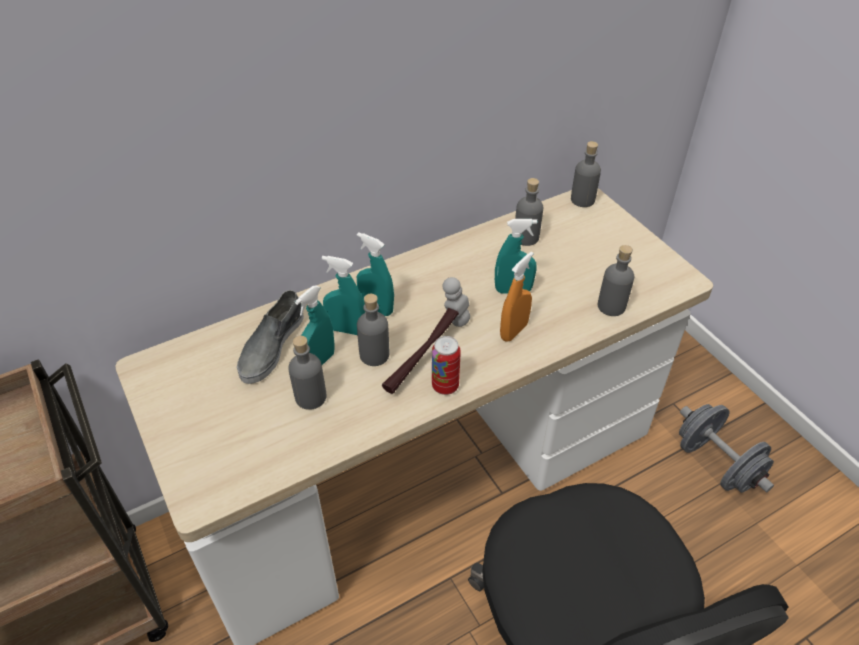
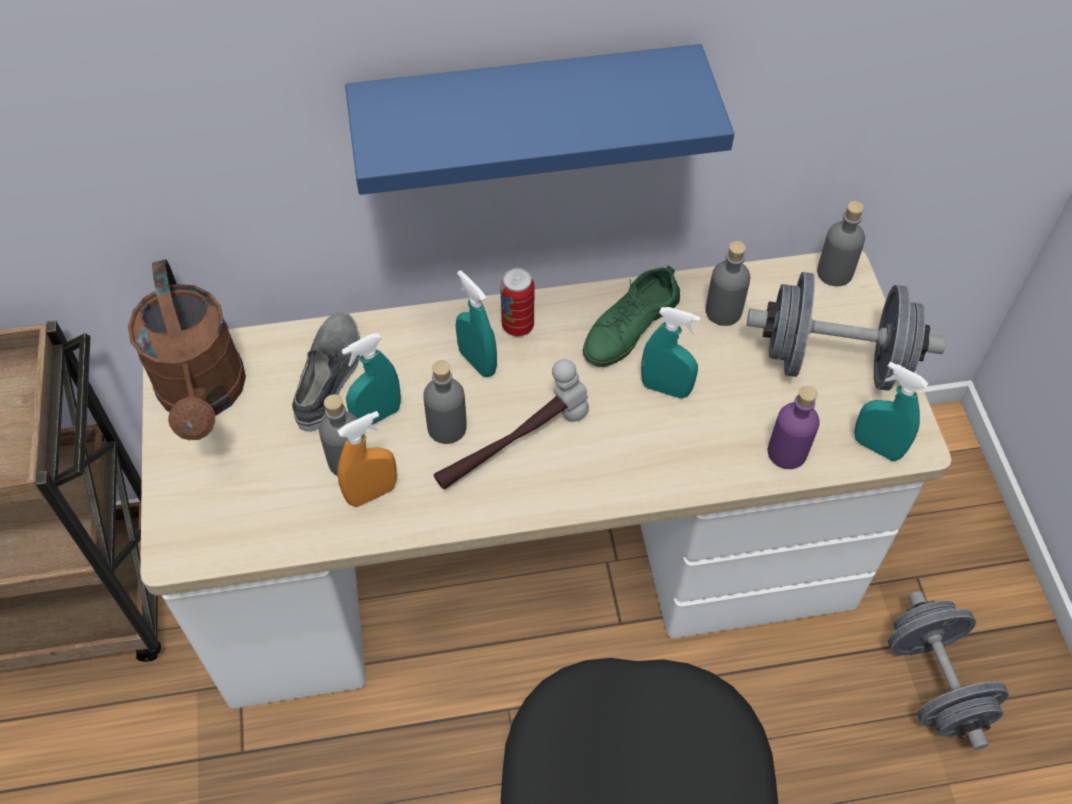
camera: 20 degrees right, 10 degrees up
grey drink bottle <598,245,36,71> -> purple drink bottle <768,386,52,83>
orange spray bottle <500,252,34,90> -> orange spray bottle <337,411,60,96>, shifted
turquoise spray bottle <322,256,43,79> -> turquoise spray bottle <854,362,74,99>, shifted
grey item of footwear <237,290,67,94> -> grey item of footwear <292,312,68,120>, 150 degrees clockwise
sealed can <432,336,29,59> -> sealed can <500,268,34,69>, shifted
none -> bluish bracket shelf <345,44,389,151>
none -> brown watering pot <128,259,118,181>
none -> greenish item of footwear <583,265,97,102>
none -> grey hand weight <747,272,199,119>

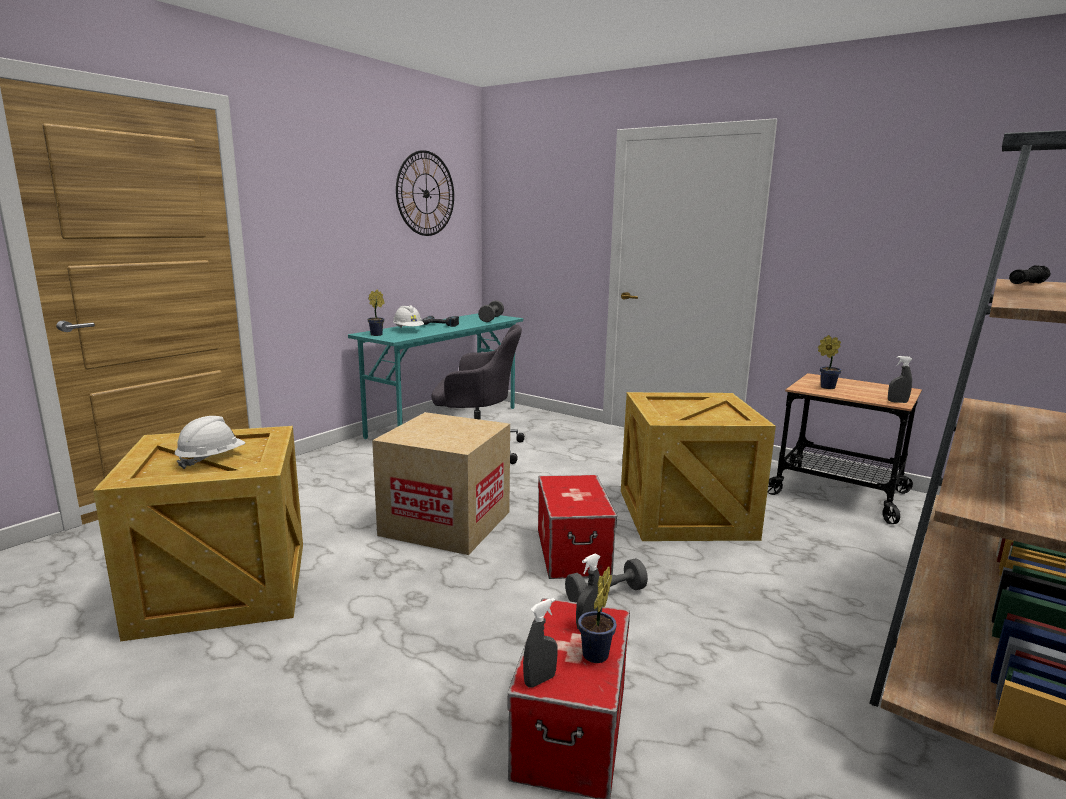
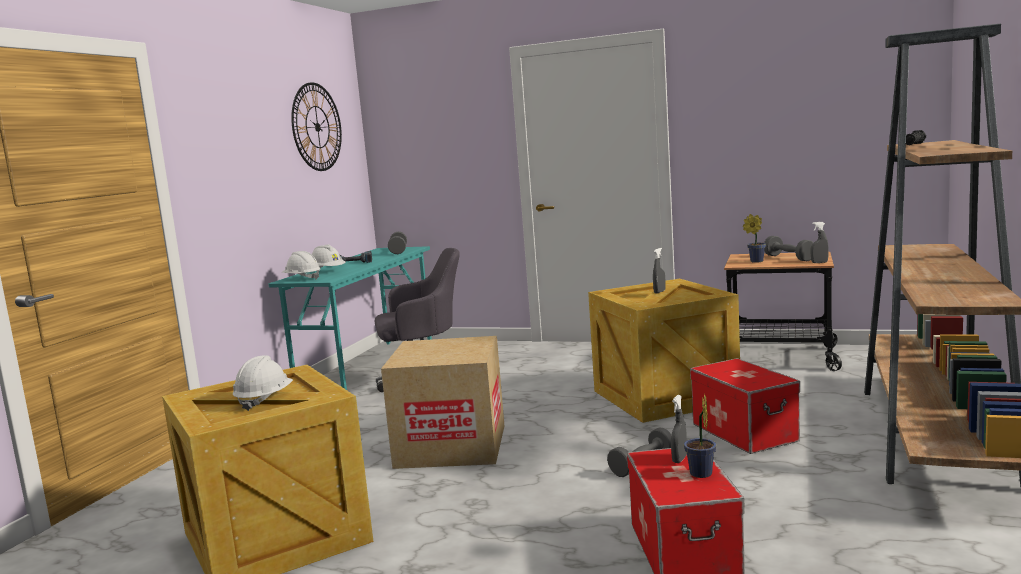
camera: 15 degrees left, 5 degrees down
plant in a pot <367,290,18,46> -> white safety helmet <282,251,39,29>
storage container <538,475,79,104> -> storage container <690,358,110,96>, shifted
grey spray bottle <523,598,34,89> -> grey spray bottle <653,248,13,45>, shifted
none -> grey hand weight <764,236,50,25>

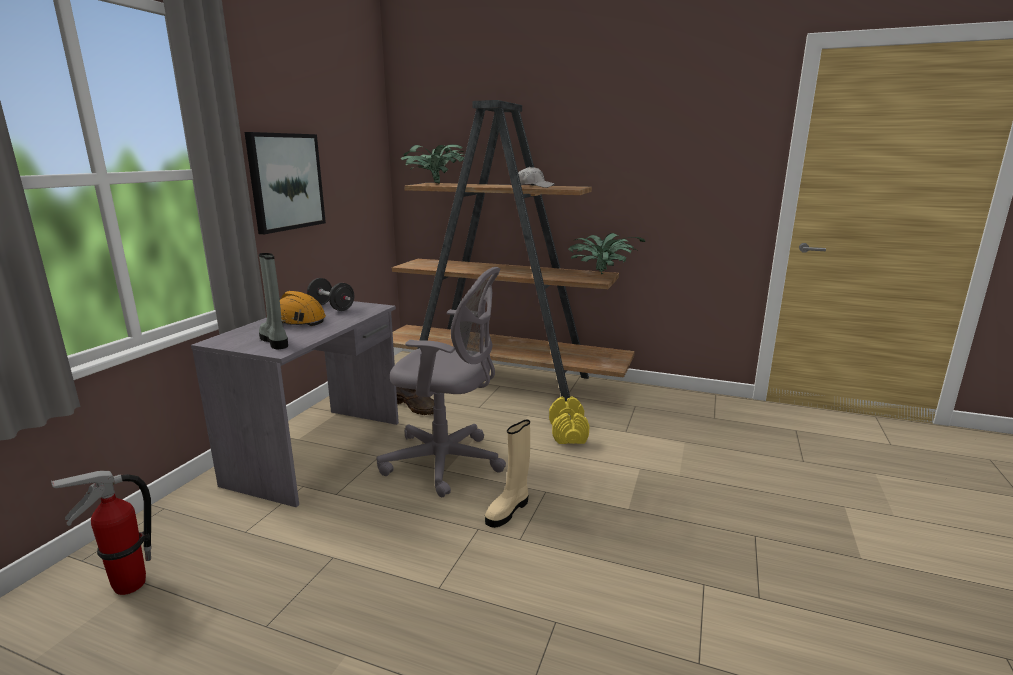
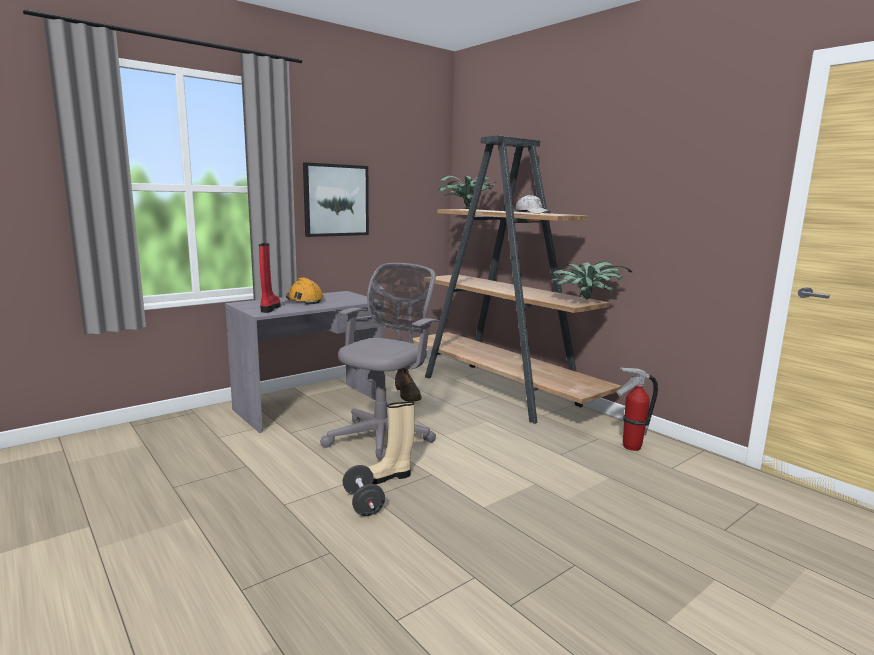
camera: 30 degrees right, 5 degrees down
grey tall boot <259,253,29,96> -> red-coloured tall boot <259,243,22,70>
grey desk chair <377,267,129,230> -> grey desk chair <320,263,119,197>, 105 degrees counterclockwise
black-coloured hand weight <307,278,47,33> -> black-coloured hand weight <343,465,42,51>, shifted
yellow-coloured hand weight <549,396,40,48> -> none
fire extinguisher <51,471,100,124> -> fire extinguisher <617,367,41,84>, shifted

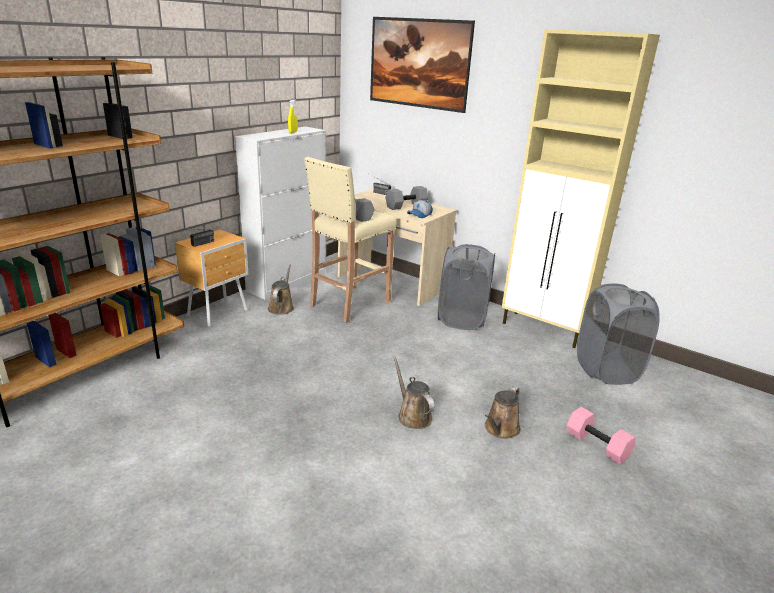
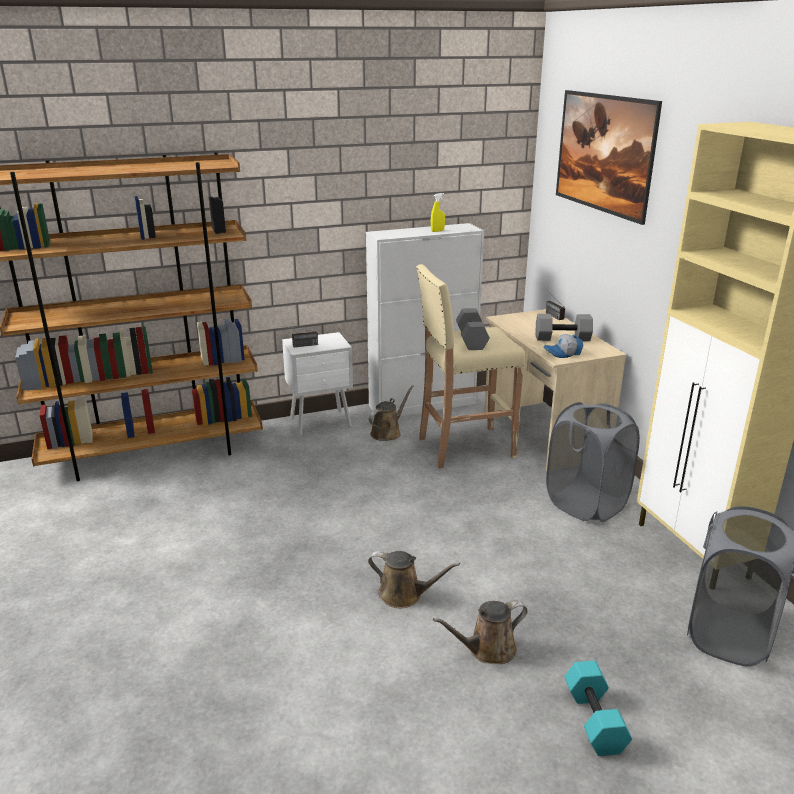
camera: 35 degrees right, 0 degrees up
brown night table <175,230,74,97> -> white night table <282,332,71,104>
brown watering pot <393,355,42,74> -> brown watering pot <368,551,92,57>, 105 degrees clockwise
pinkish hand weight <567,407,68,57> -> turquoise hand weight <564,661,68,95>

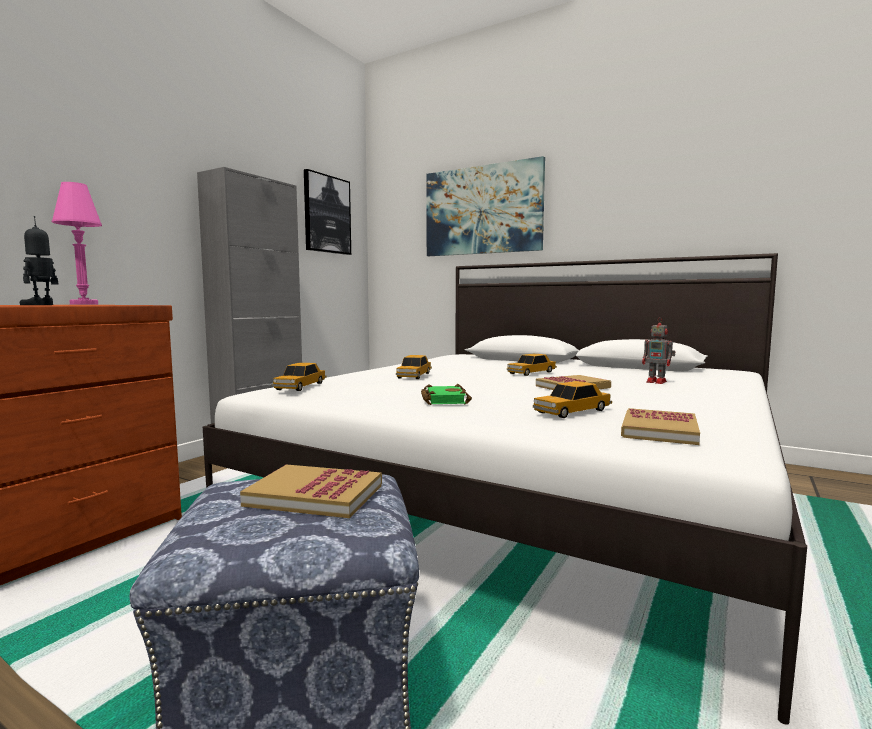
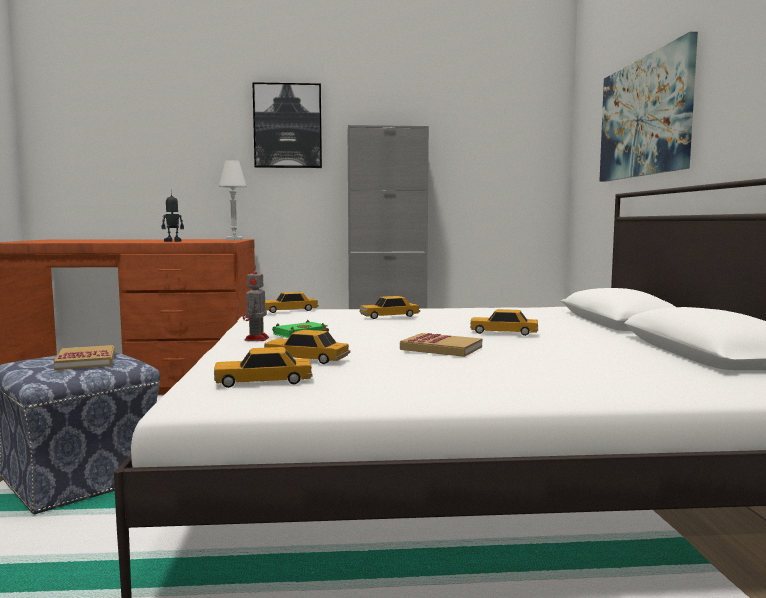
camera: 55 degrees right, 0 degrees up
wall picture <304,169,47,86> -> wall picture <252,82,70,86>, shifted
pinkish table lamp <52,182,50,123> -> white table lamp <219,160,28,80>
robot figure <642,317,34,67> -> robot figure <243,265,26,76>, shifted
volume <621,408,79,37> -> toy car <214,347,98,41>

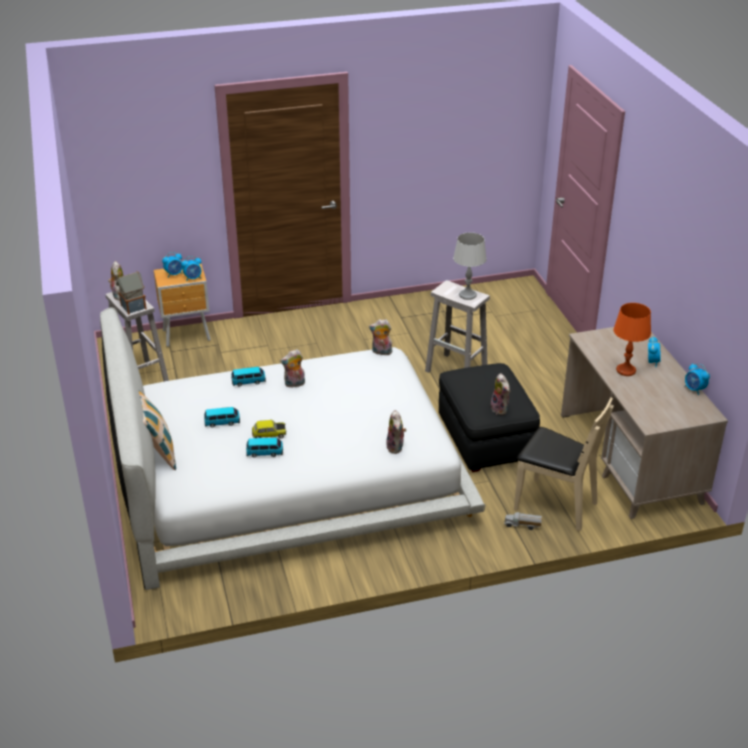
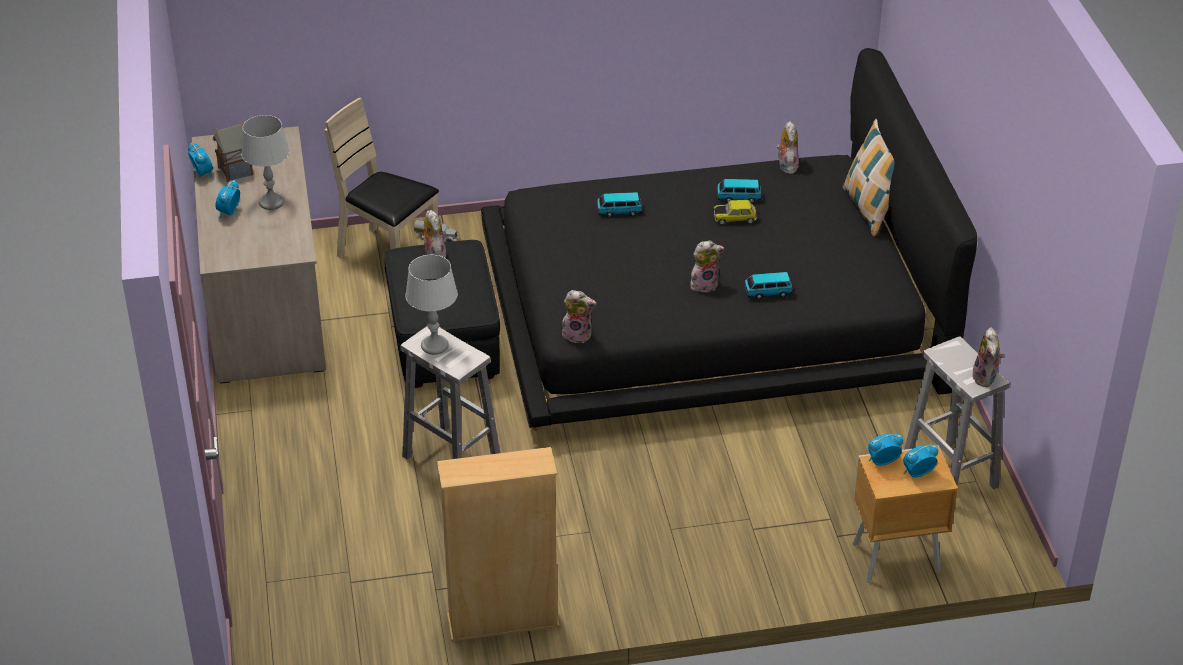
camera: 175 degrees left, 5 degrees up
miniature house <116,271,31,44> -> miniature house <212,122,41,60>, shifted
orange table lamp <613,303,38,73> -> grey table lamp <241,115,49,95>
white bed <100,308,386,282> -> black-coloured bed <481,48,496,383>
toy car <204,407,36,21> -> toy car <597,192,45,25>, shifted
plush toy <386,410,21,44> -> plush toy <776,121,23,53>, shifted
none -> beige-coloured bookcase <437,447,122,195>

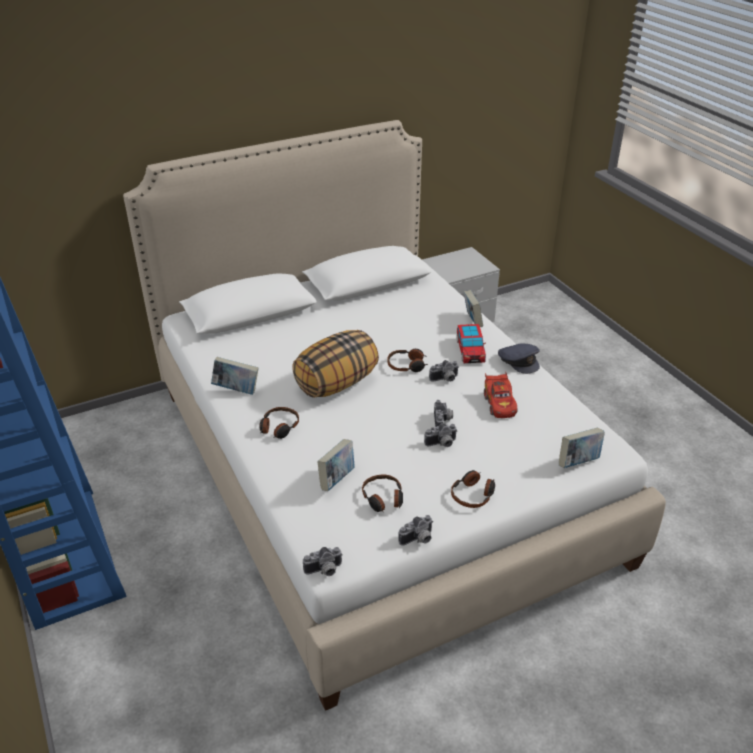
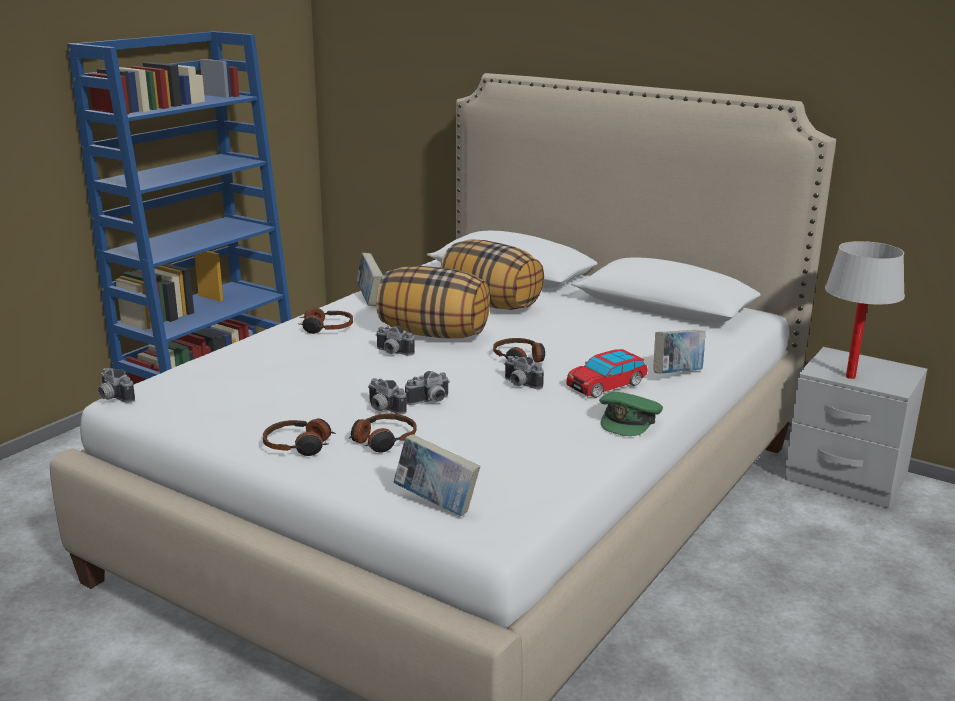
camera: 60 degrees right, 15 degrees down
grey cap <498,344,42,30> -> greenish cap <599,392,64,44>
red-coloured toy car <484,372,34,46> -> none
volume <317,439,37,52> -> none
pair of headphones <362,475,41,37> -> pair of headphones <349,413,68,40>, shifted
photo camera <398,515,35,31> -> photo camera <375,326,40,30>, shifted
none -> pillow <440,239,104,71>
none -> white table lamp <825,241,80,138>

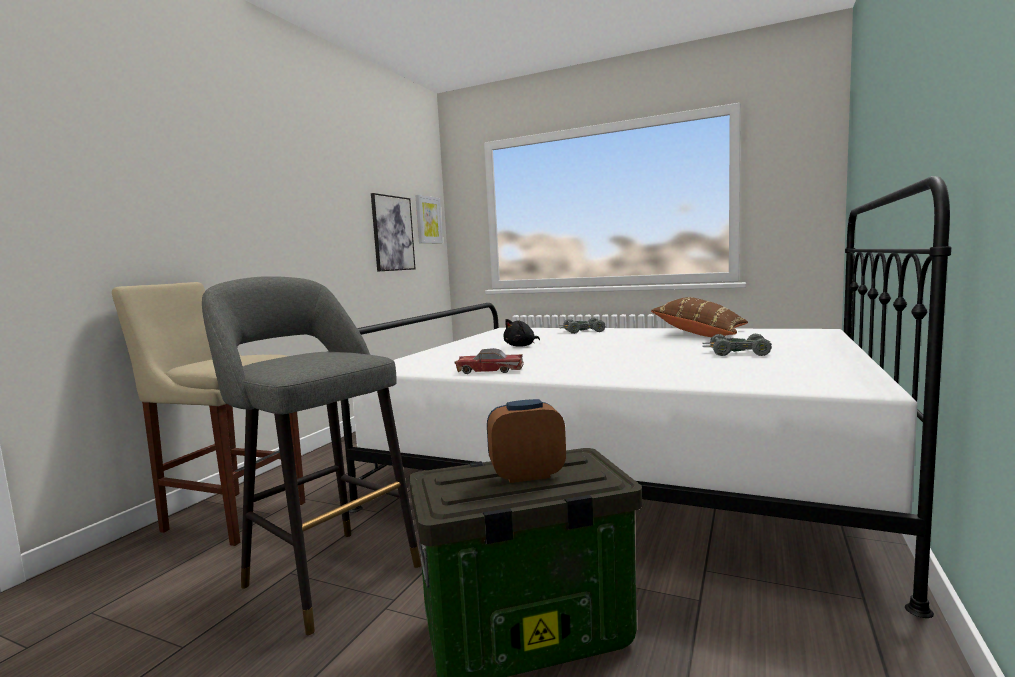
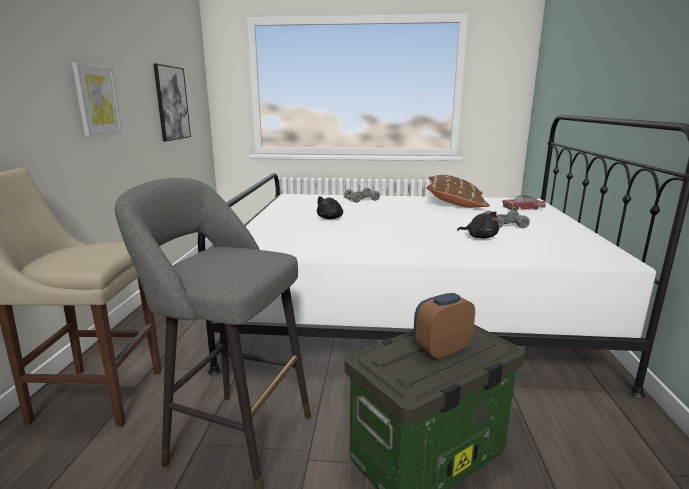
camera: 20 degrees left, 10 degrees up
wall picture <415,195,28,49> -> wall picture <72,63,50,73>, shifted
toy car <455,348,69,26> -> toy car <502,195,44,16>, shifted
none -> black-coloured plush toy <457,212,42,27>

